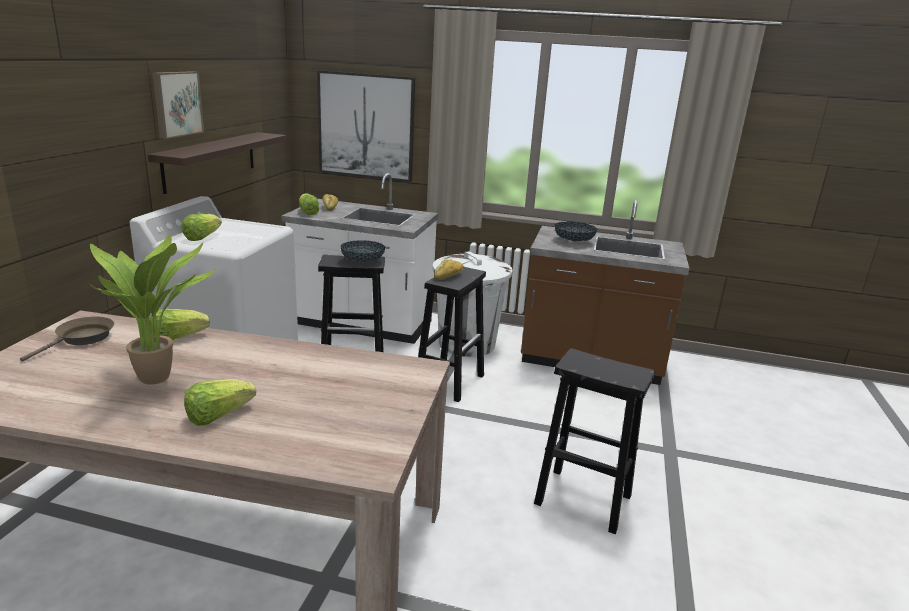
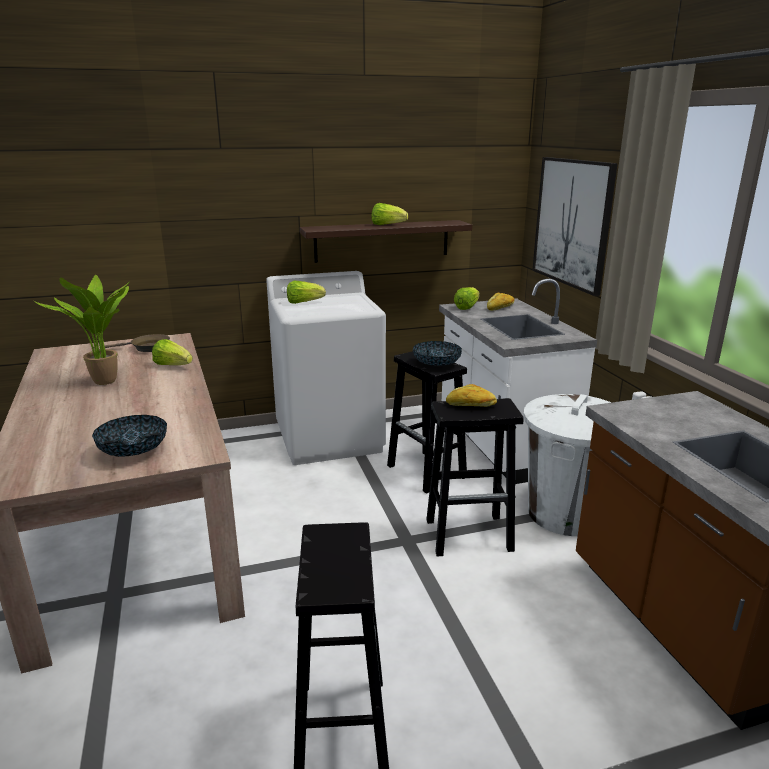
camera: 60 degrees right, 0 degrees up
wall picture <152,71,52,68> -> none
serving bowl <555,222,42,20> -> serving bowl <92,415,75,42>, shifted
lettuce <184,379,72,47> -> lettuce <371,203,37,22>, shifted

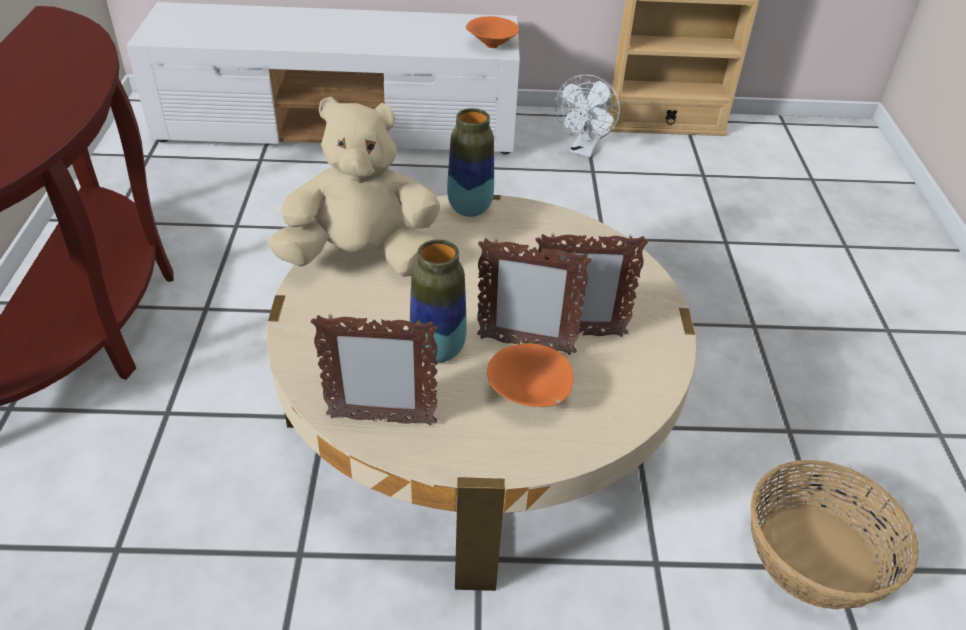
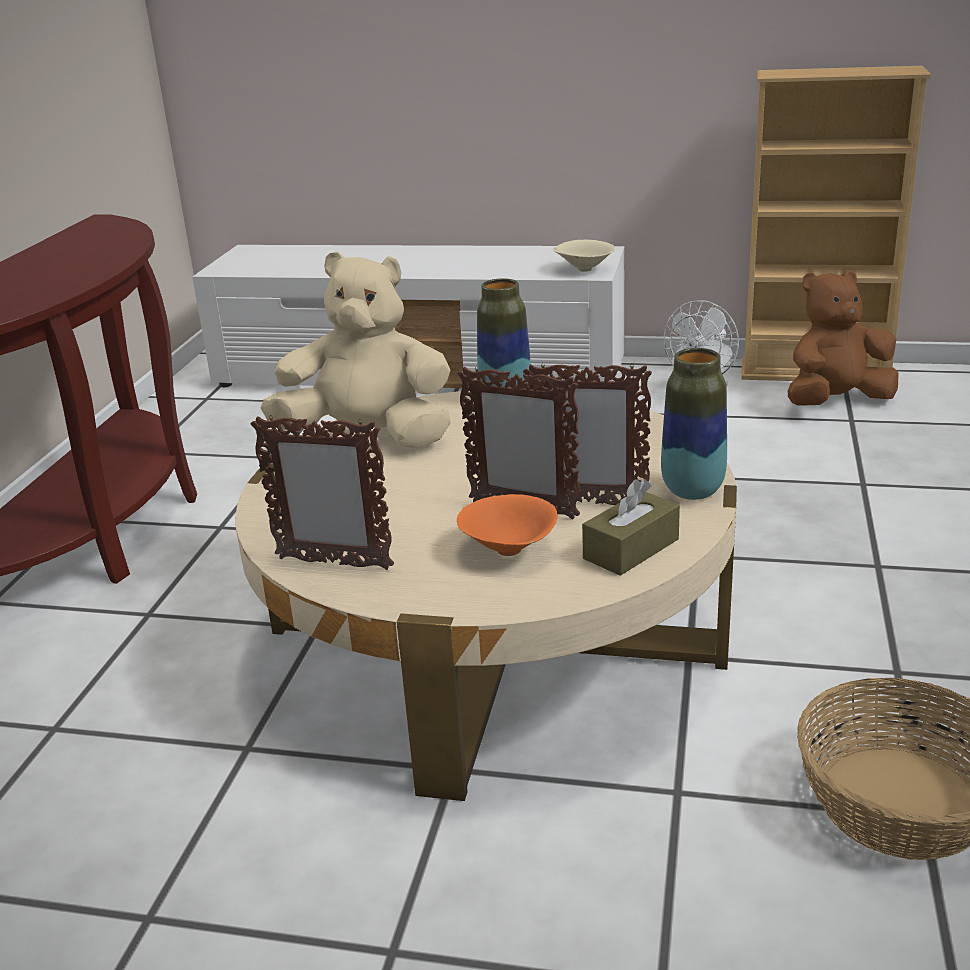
camera: 15 degrees right, 15 degrees down
orange serving bowl <466,16,53,32> -> beige-coloured serving bowl <553,240,62,32>
flower vase <410,240,57,123> -> flower vase <661,348,66,152>, shifted
none -> brown plush toy <788,270,111,136>
none -> brown tissue box <582,479,98,97>

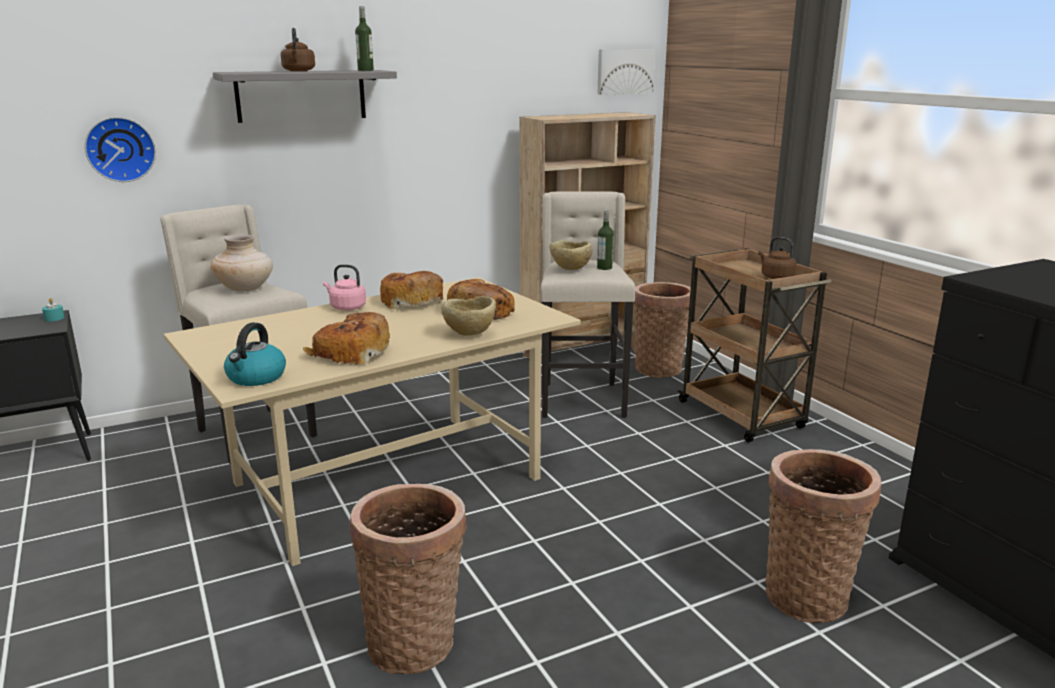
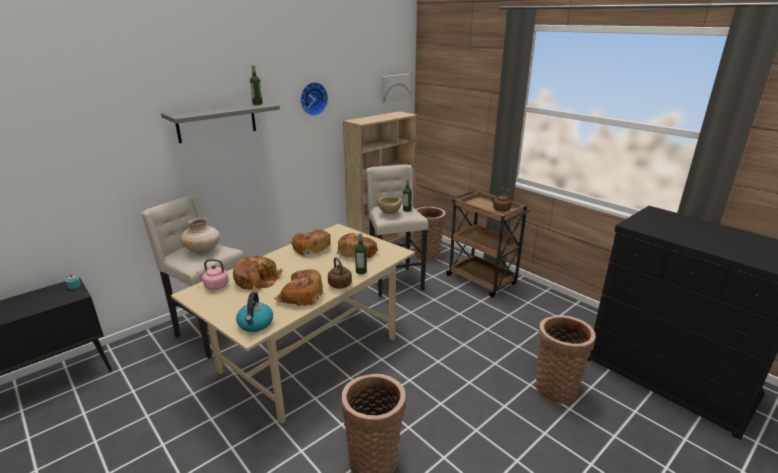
camera: 15 degrees left, 5 degrees up
brown kettle <281,28,34,43> -> brown kettle <328,257,24,32>, shifted
hanging clock <85,117,71,65> -> hanging clock <300,82,28,34>, shifted
pinkish kettle <323,264,43,47> -> pinkish kettle <196,259,33,31>, shifted
beige-coloured serving bowl <441,296,55,40> -> drink bottle <355,233,12,41>
none -> baked bread <233,256,49,34>

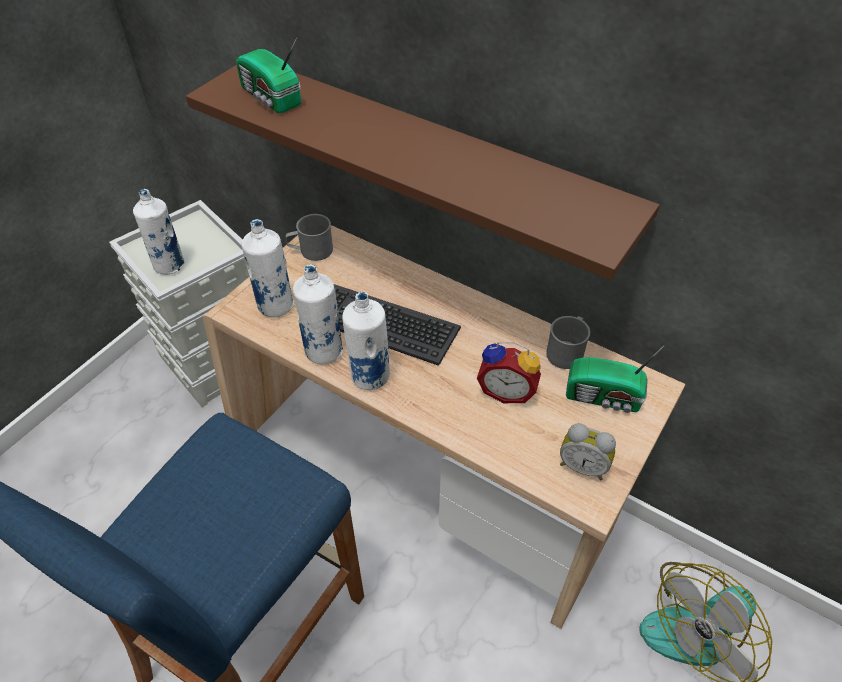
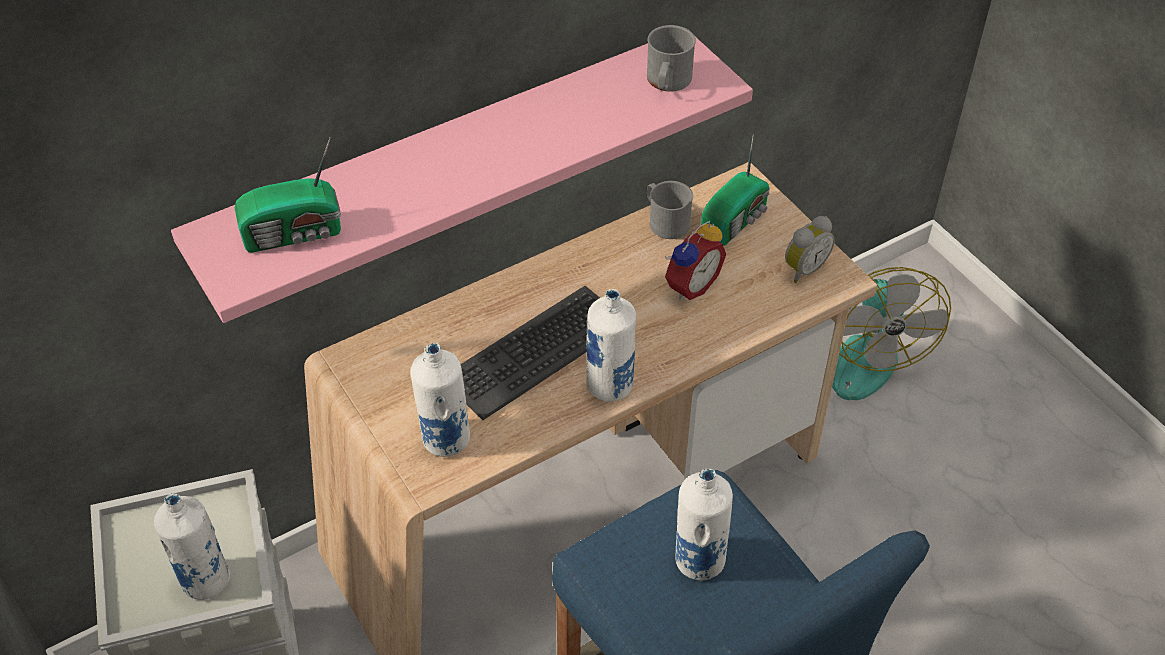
camera: 65 degrees left, 0 degrees up
brown bracket shelf <186,65,474,215> -> pinkish bracket shelf <171,37,582,286>
grey tea mug <286,214,47,47> -> grey tea mug <647,25,49,66>, shifted
white drink bottle <293,264,50,101> -> white drink bottle <675,468,58,112>, shifted

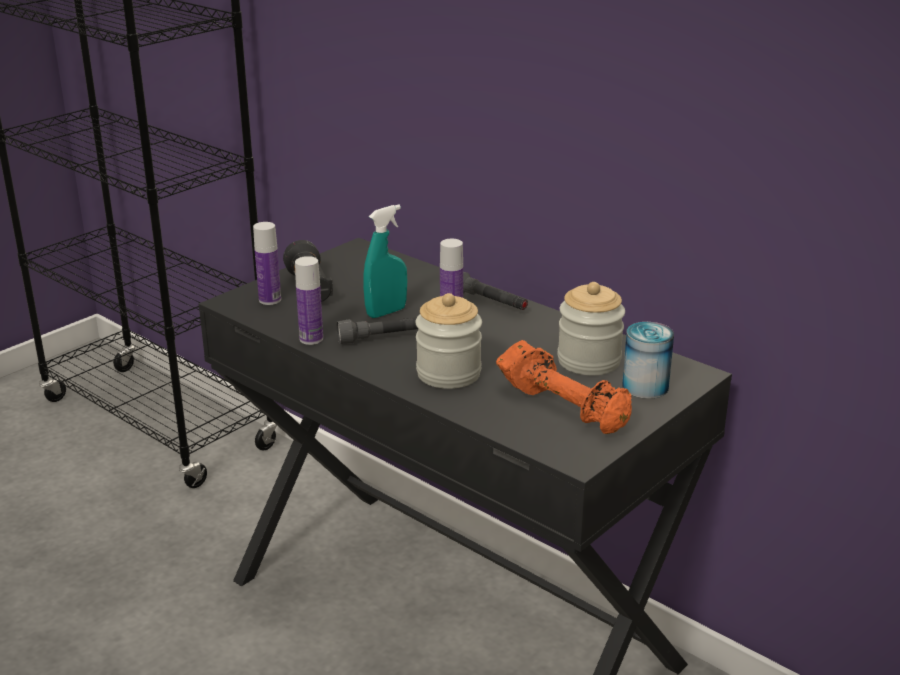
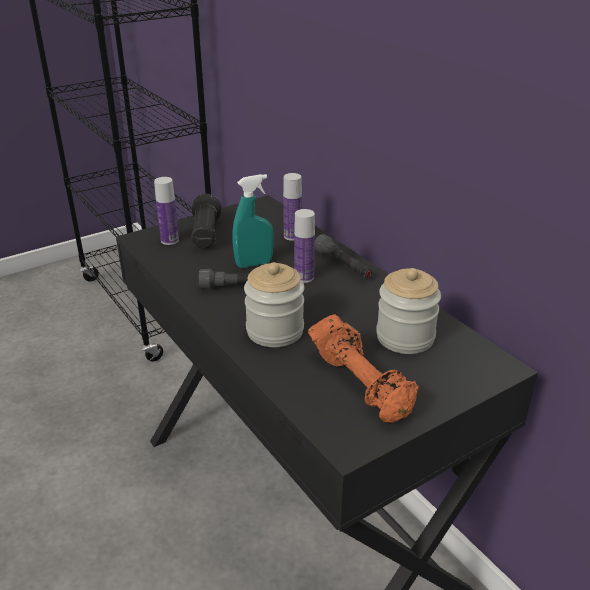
camera: 15 degrees right, 5 degrees up
drink bottle <295,256,28,89> -> drink bottle <283,173,19,68>, shifted
sealed can <622,322,52,77> -> none

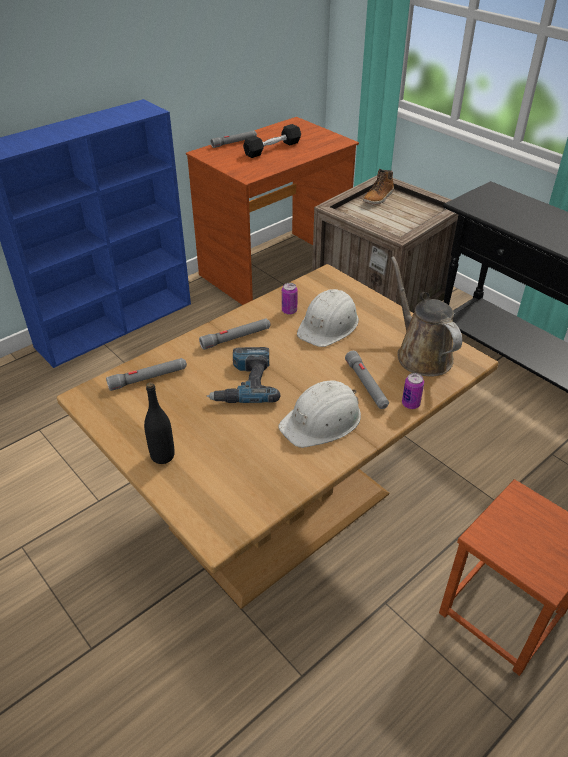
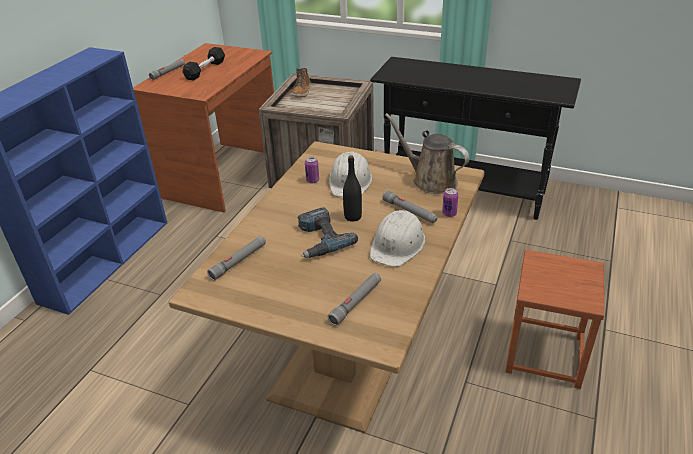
camera: 25 degrees left, 5 degrees down
grey flashlight <199,319,72,31> -> grey flashlight <328,273,53,53>, shifted
black-coloured drink bottle <144,382,31,82> -> black-coloured drink bottle <343,155,19,67>, shifted

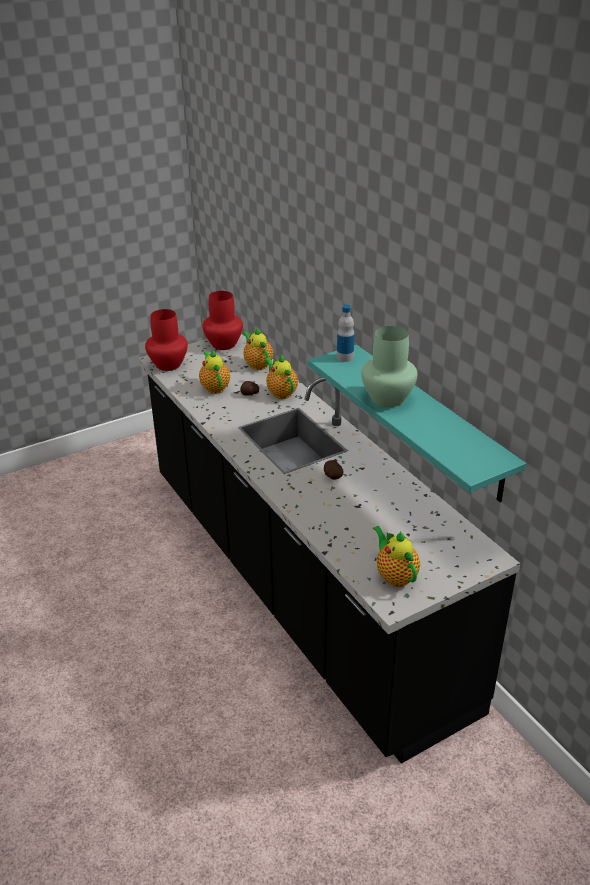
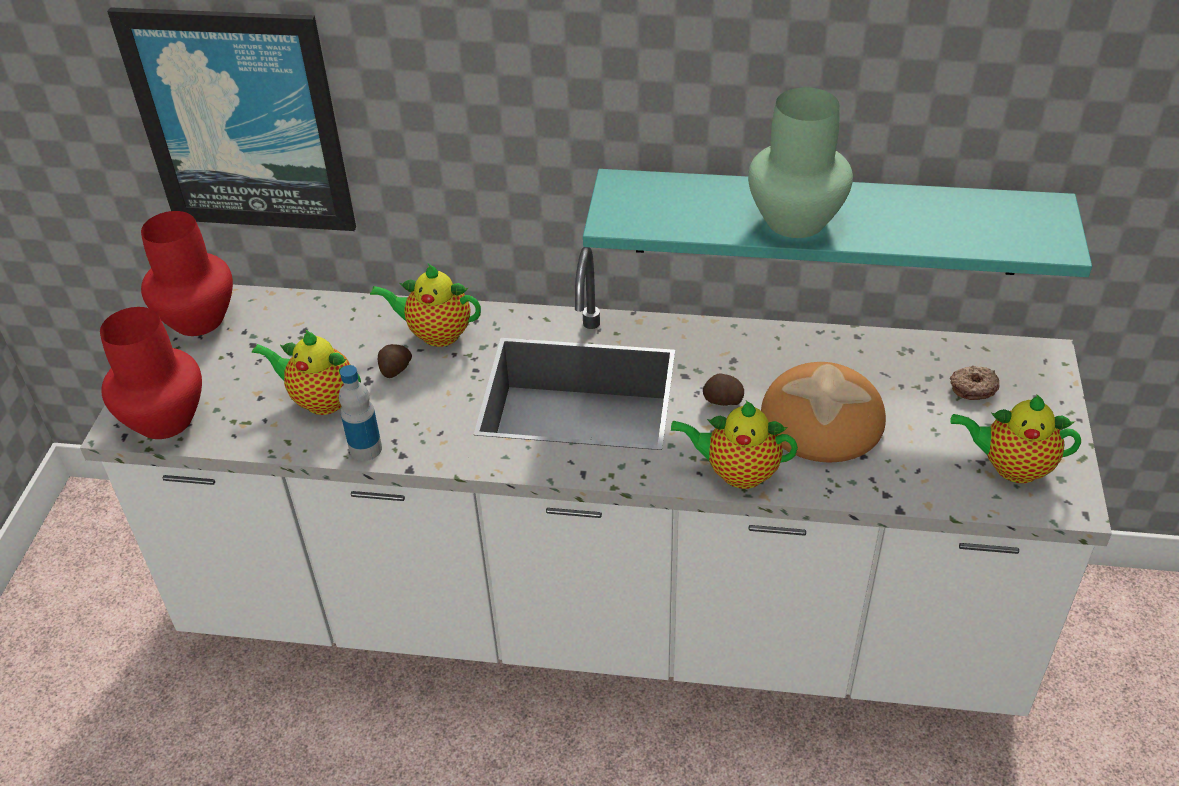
camera: 50 degrees left, 10 degrees up
drink bottle <337,304,18,58> -> drink bottle <339,365,43,96>, shifted
teapot <243,328,30,42> -> teapot <670,401,128,88>, shifted
black-coloured counter <138,333,382,431> -> white counter <80,247,1032,469>
none -> wall picture <107,7,249,224>
none -> baked bread <761,362,125,100>
none -> doughnut <950,366,49,34>

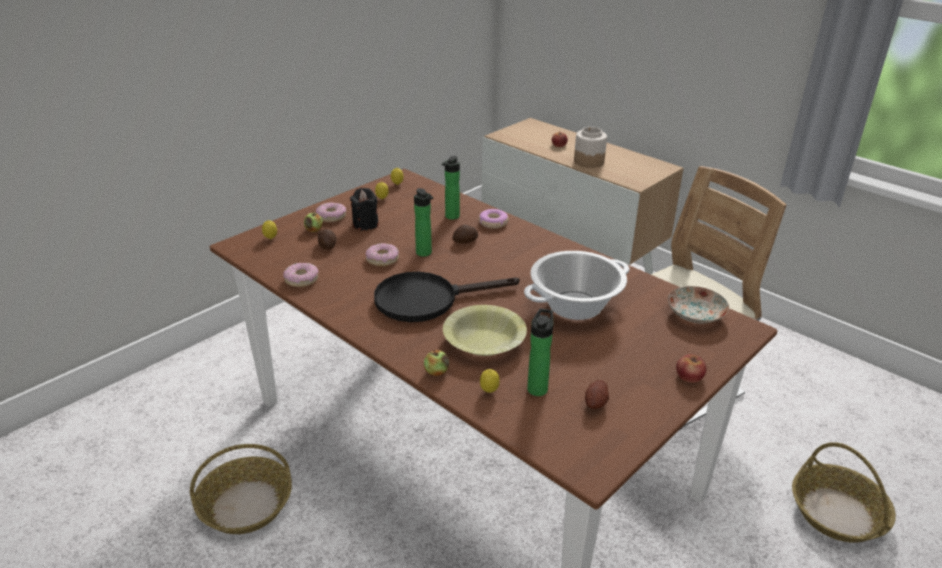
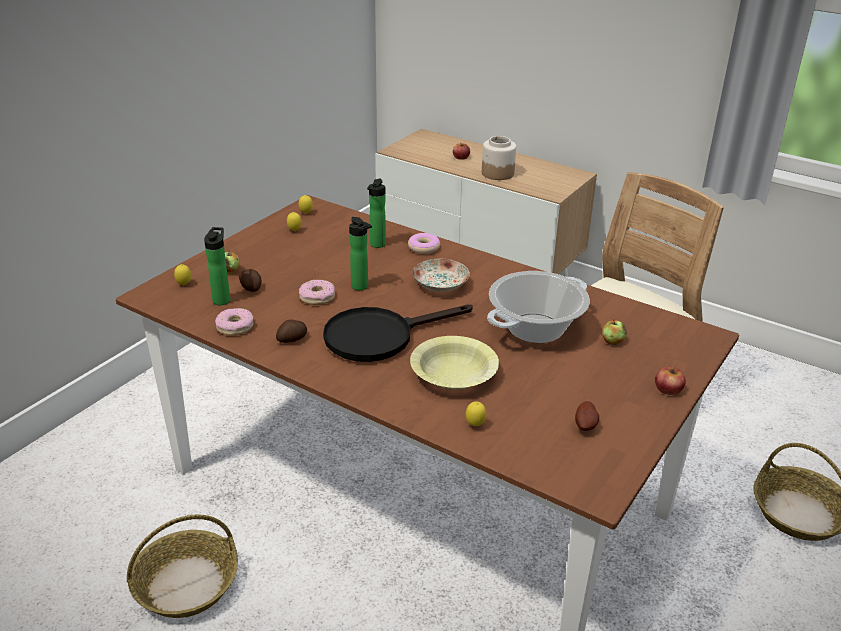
camera: 10 degrees left, 0 degrees up
black-coloured wax light <350,188,29,42> -> none
doughnut <316,202,30,20> -> none
potato <453,225,25,18> -> potato <276,319,31,24>, shifted
flat dish <668,286,61,38> -> flat dish <413,259,57,33>, shifted
drink bottle <527,308,26,88> -> drink bottle <204,227,27,78>, shifted
apple fruit <424,350,25,26> -> apple fruit <602,320,25,25>, shifted

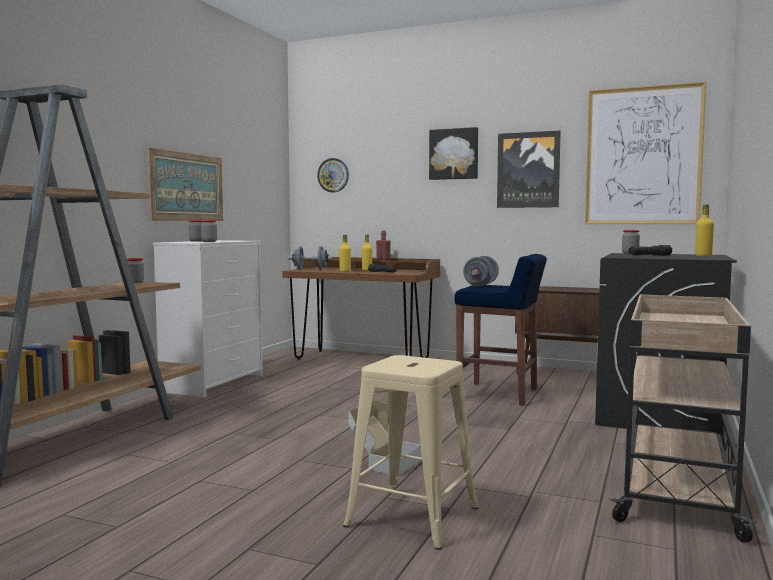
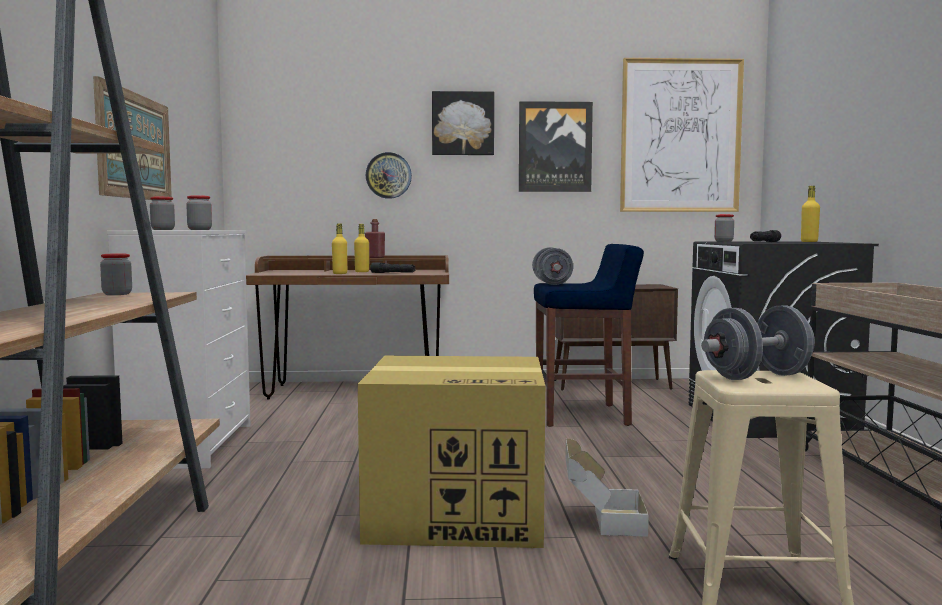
camera: 25 degrees left, 0 degrees up
hanging clock <317,158,32,34> -> hanging clock <366,152,46,47>, shifted
grey hand weight <288,246,45,24> -> grey hand weight <701,306,114,74>, shifted
none -> packing box <358,356,187,192>

